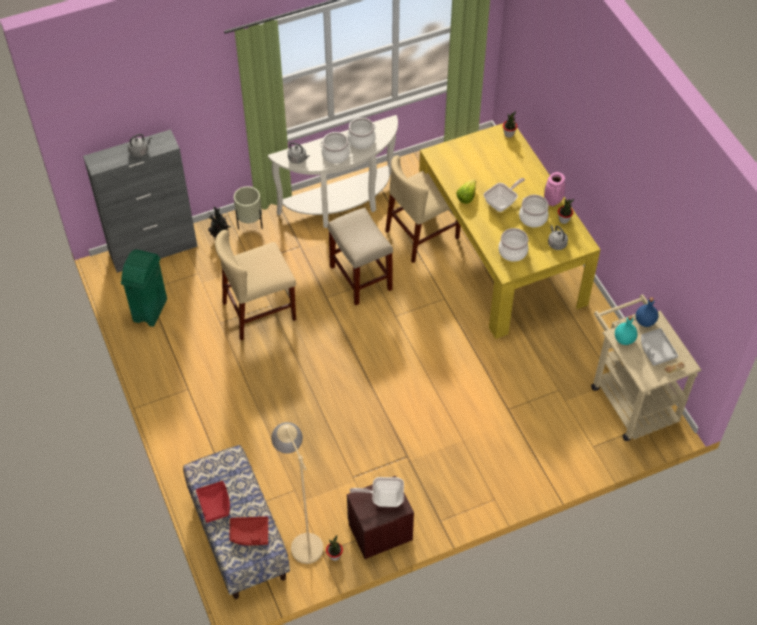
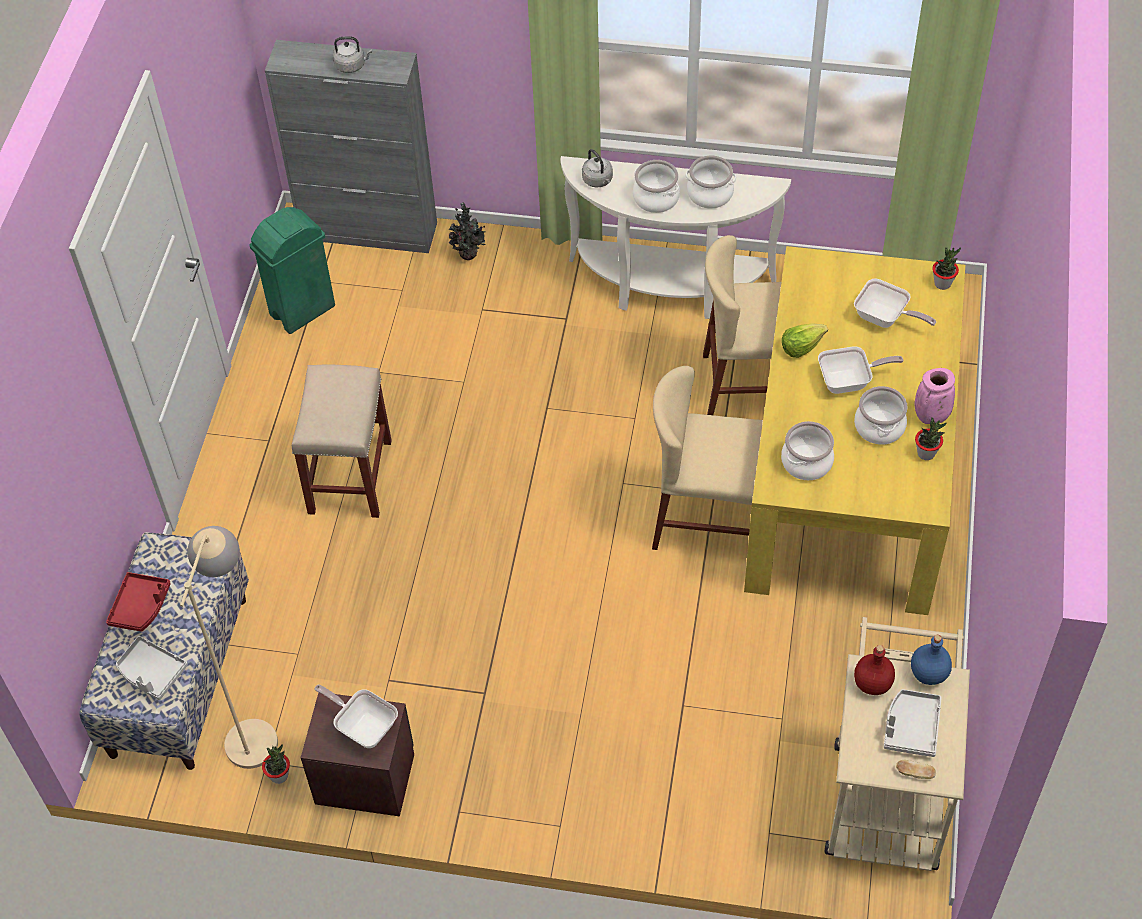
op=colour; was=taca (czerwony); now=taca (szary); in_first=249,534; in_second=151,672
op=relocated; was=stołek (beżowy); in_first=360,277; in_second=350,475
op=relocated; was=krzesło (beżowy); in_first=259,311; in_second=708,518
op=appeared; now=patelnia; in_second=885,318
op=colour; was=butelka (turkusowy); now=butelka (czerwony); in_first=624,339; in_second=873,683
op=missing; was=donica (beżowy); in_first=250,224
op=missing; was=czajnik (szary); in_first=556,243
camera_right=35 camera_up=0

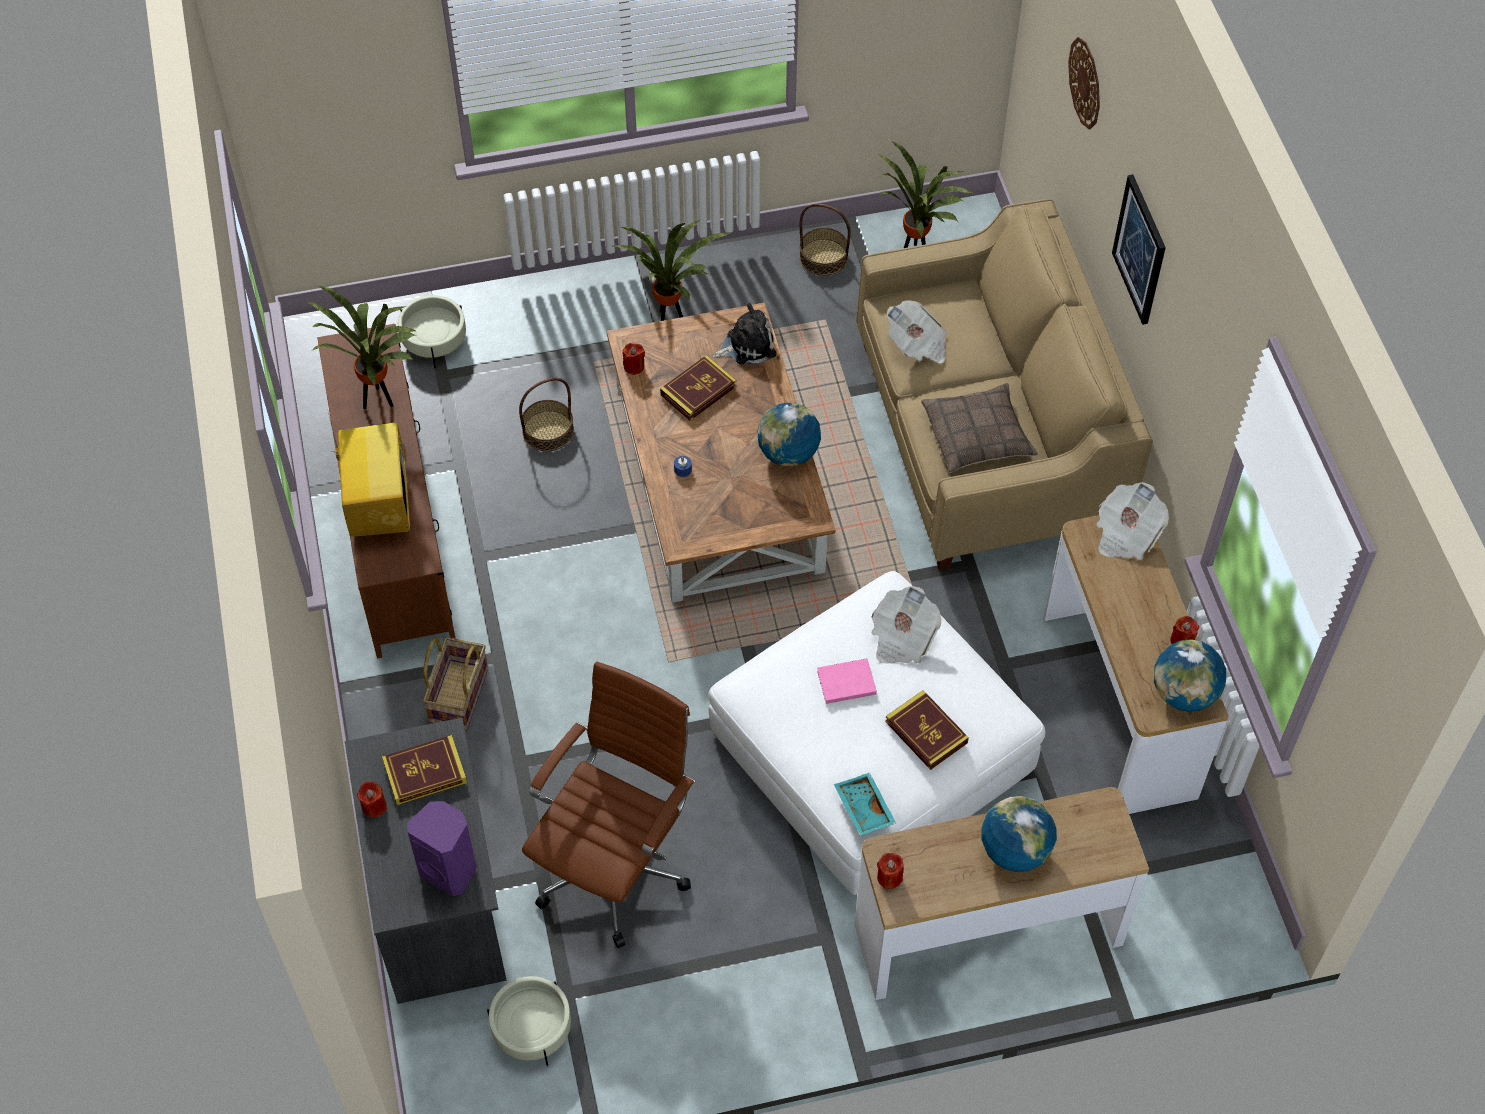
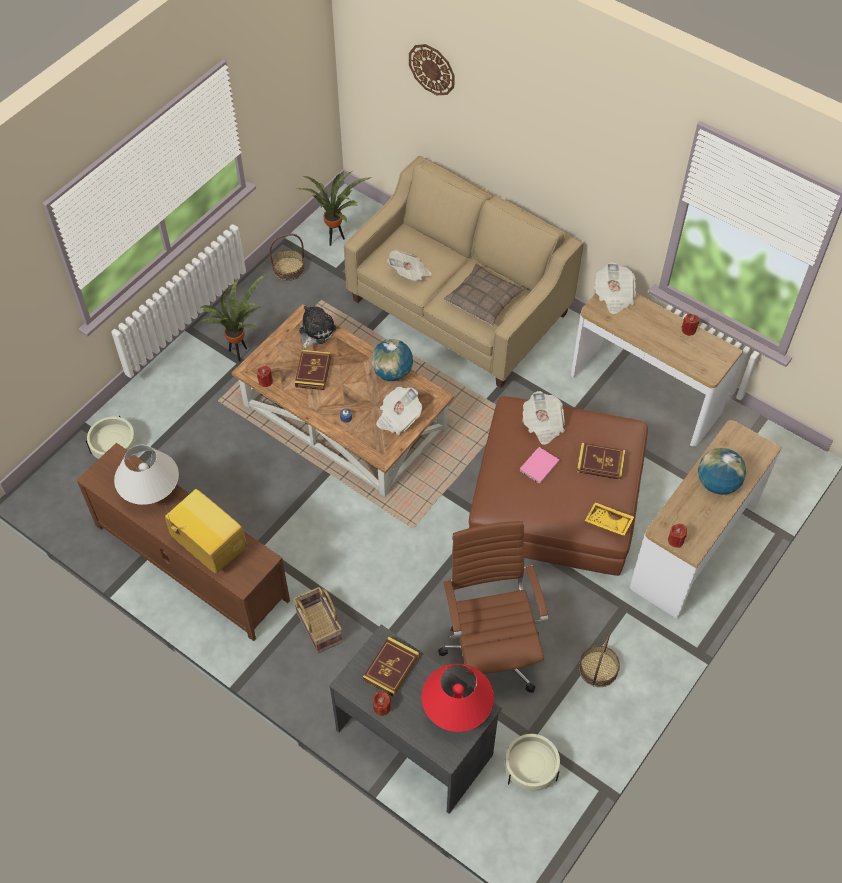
op=exchanged; was=roślina doniczkowa; now=lampa stołowa (biały); in_first=379,402; in_second=151,491
op=appeared; now=gazeta; in_second=398,417
op=exchanged; was=głośnik (fioletowy); now=lampa stołowa (czerwony); in_first=450,869; in_second=457,708
op=colour; was=pufa (biały); now=pufa (brązowy); in_first=872,750; in_second=556,499
op=relocated; was=koszyk; in_first=548,431; in_second=598,669
op=colour; was=taca (turkusowy); now=taca (żółty); in_first=863,809; in_second=608,522
op=missing; was=obraz; in_first=1140,249
op=missing; was=globus; in_first=1184,693
camera_right=-40 camera_up=0

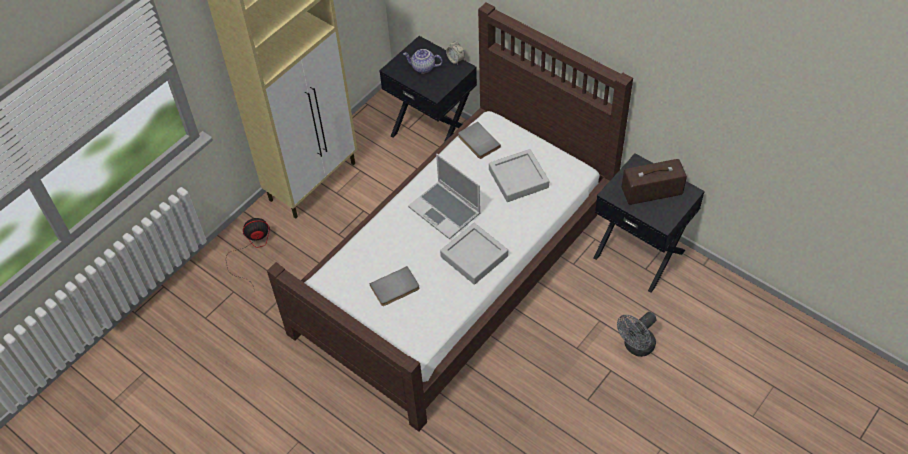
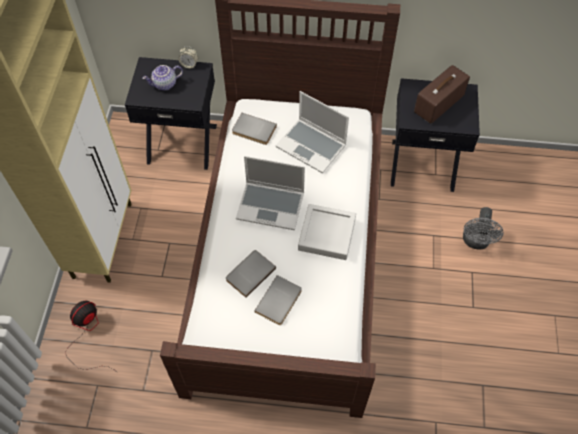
op=appeared; now=książka (szary); in_second=249,273
op=exchanged; was=taca (szary); now=laptop; in_first=518,178; in_second=312,146
camera_right=-35 camera_up=5

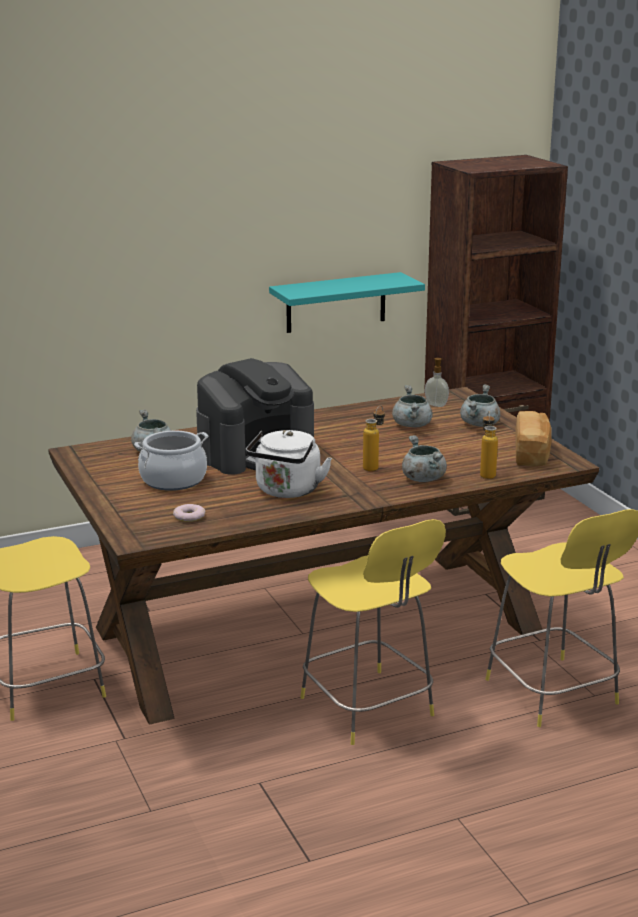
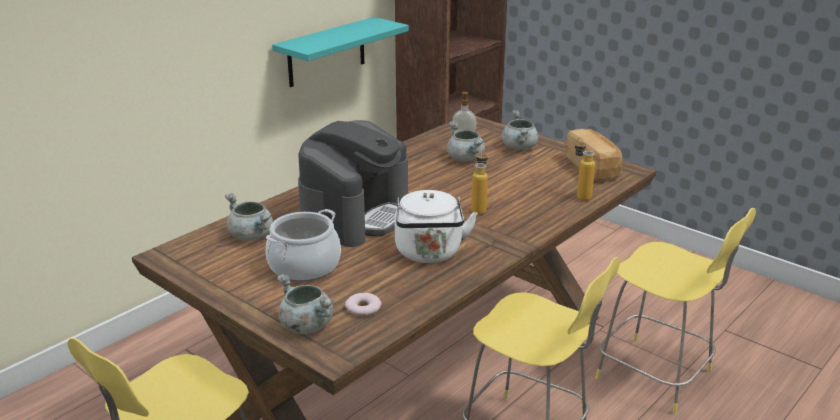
op=relocated; was=garnek (szary); in_first=422,478; in_second=305,325
camera_right=-25 camera_up=5

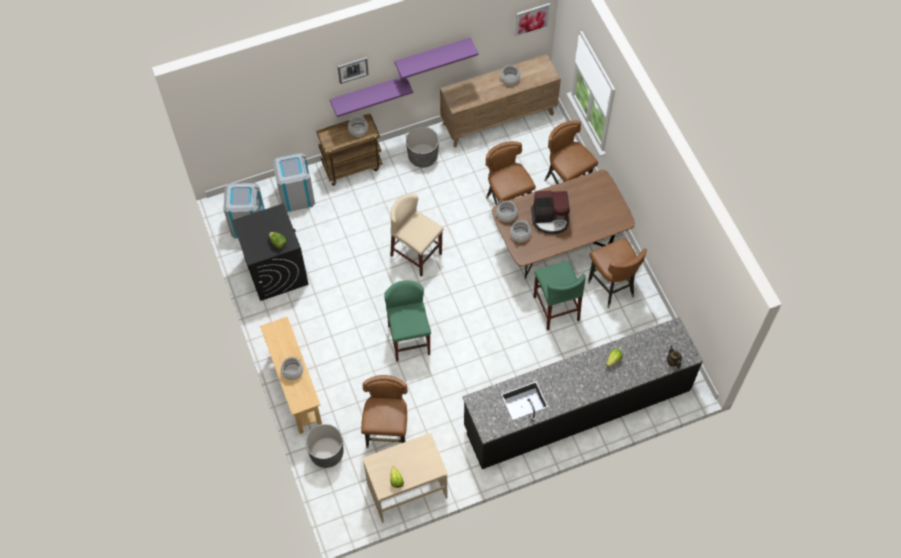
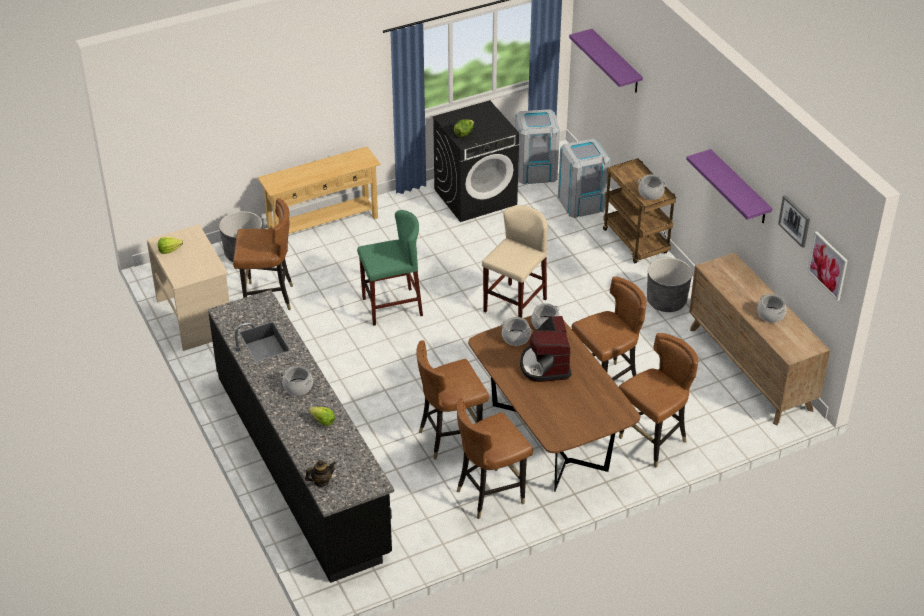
op=relocated; was=garnek; in_first=292,371; in_second=298,387
op=exchanged; was=stołek (zielony); now=krzesło (brązowy); in_first=556,308; in_second=450,437
op=relocated; was=półka (fioletowy); in_first=368,92; in_second=616,62
op=relocated; was=obraz; in_first=352,69; in_second=795,220
camera_right=85 camera_up=-20

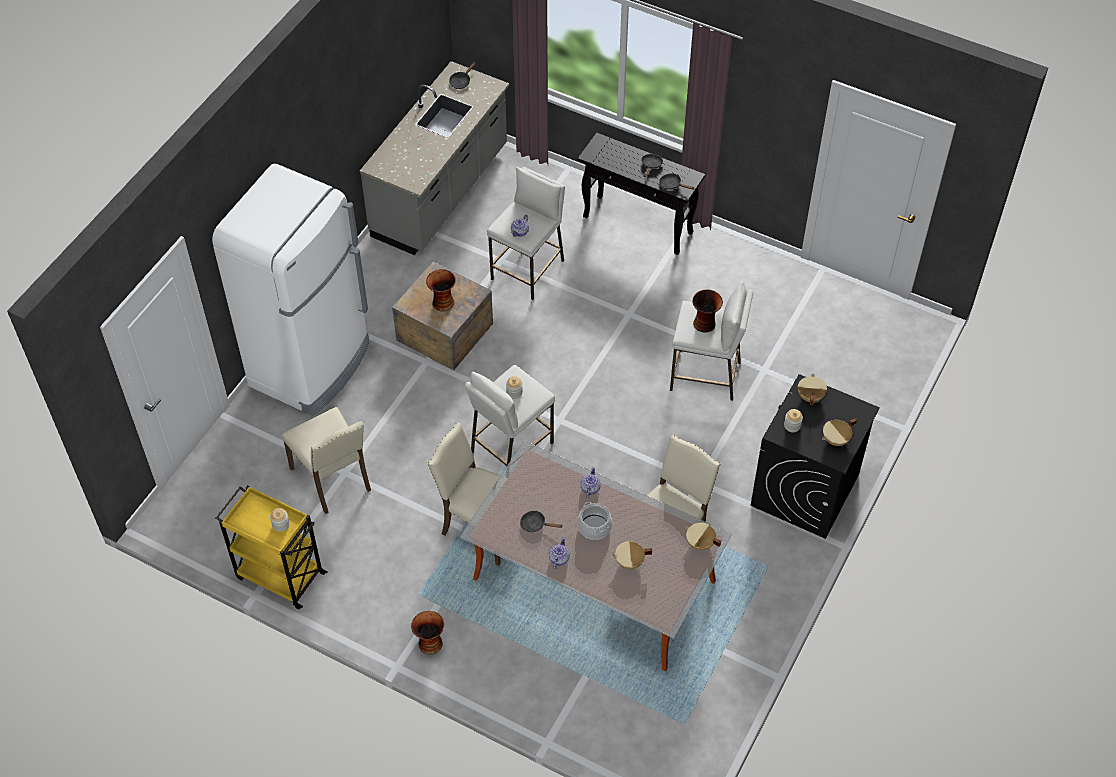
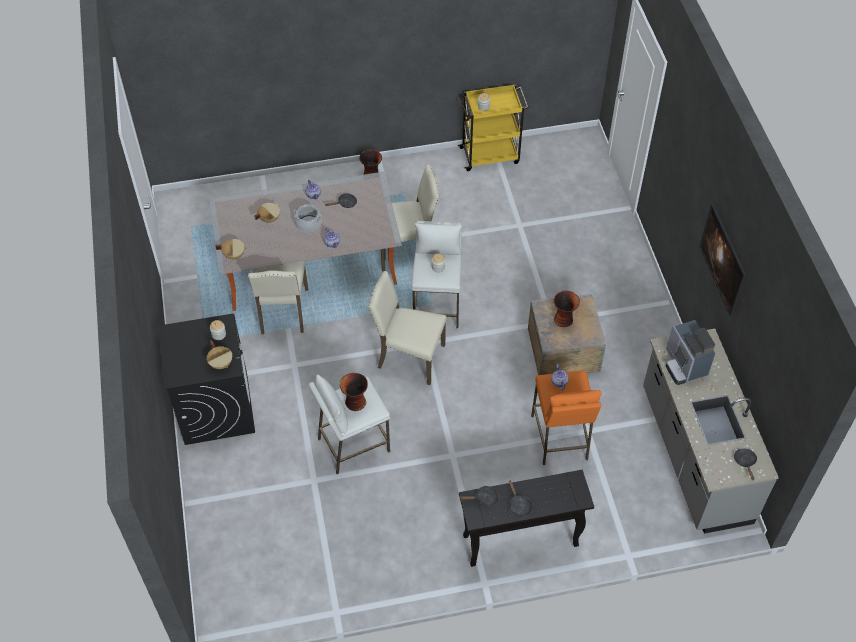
op=relocated; was=krzesło (beżowy); in_first=333,479; in_second=409,357
op=colour; was=stołek (biały); now=stołek (pomarańczowy); in_first=528,270; in_second=560,437
op=appeared; now=ekspres do kawy; in_second=684,365
op=appeared; now=obraz; in_second=719,270
op=missing; was=lodówka (biały); in_first=311,365
op=missing; was=garnek (beżowy); in_first=836,440
camera_right=140 camera_up=0

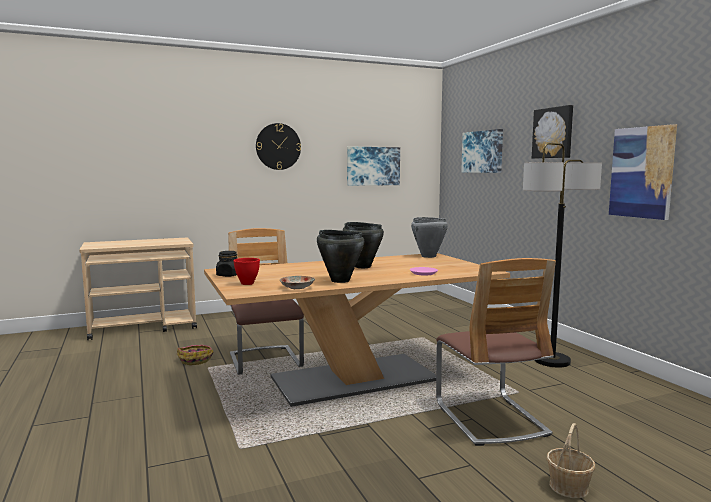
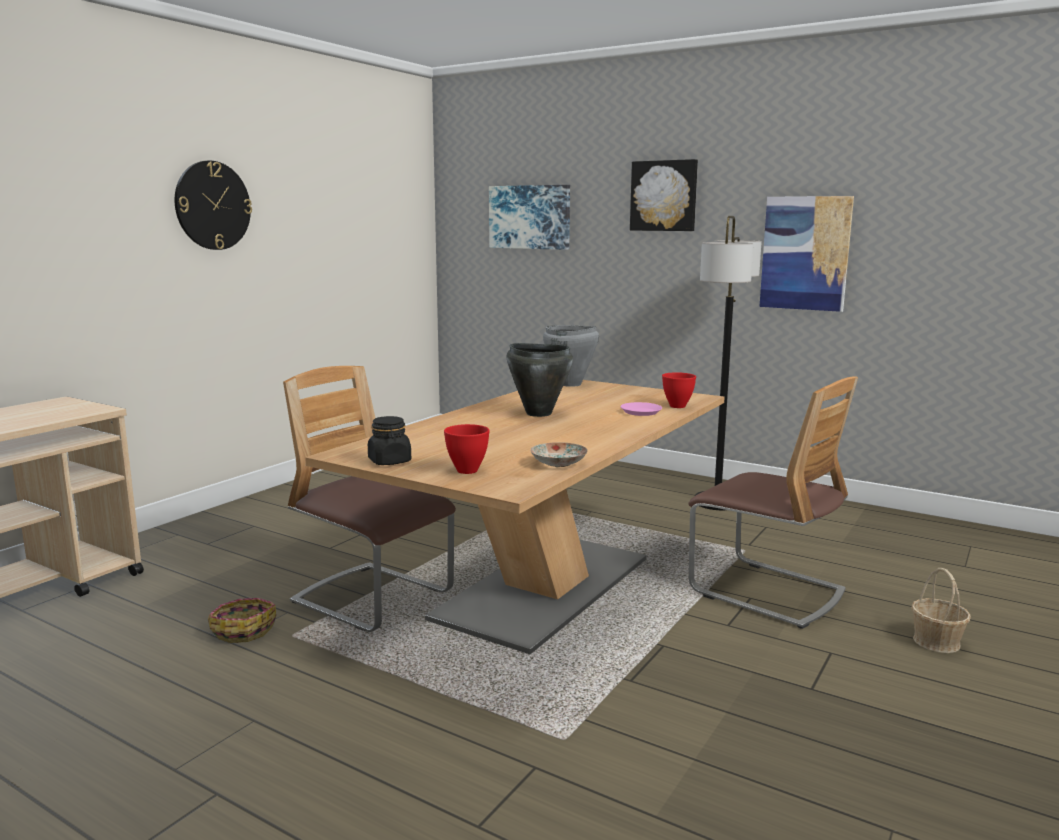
op=appeared; now=miska (czerwony); in_second=678,406
op=missing; was=garnek (czarny); in_first=340,280
op=missing; was=obraz; in_first=373,166
camera_right=-35 camera_up=5

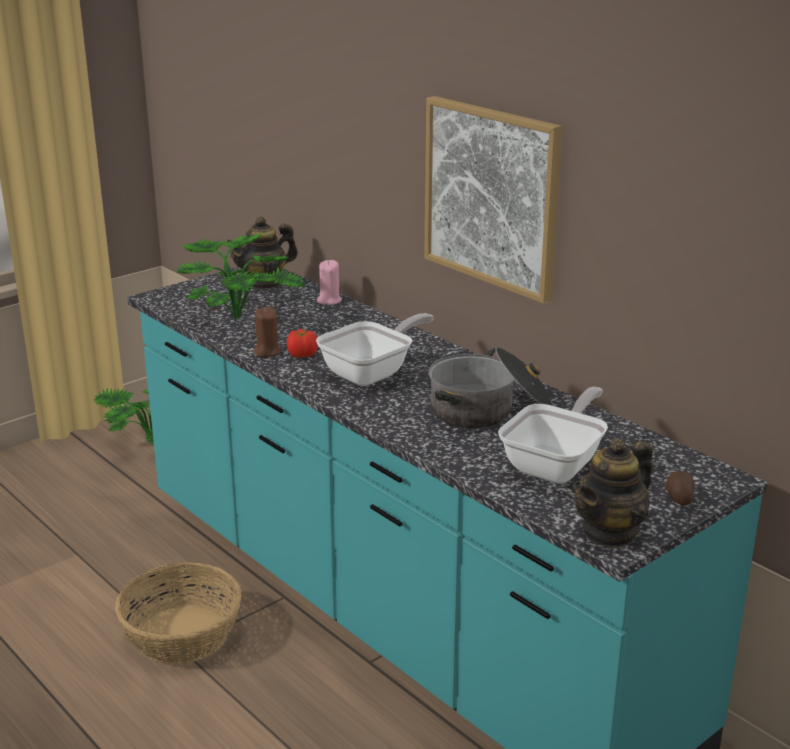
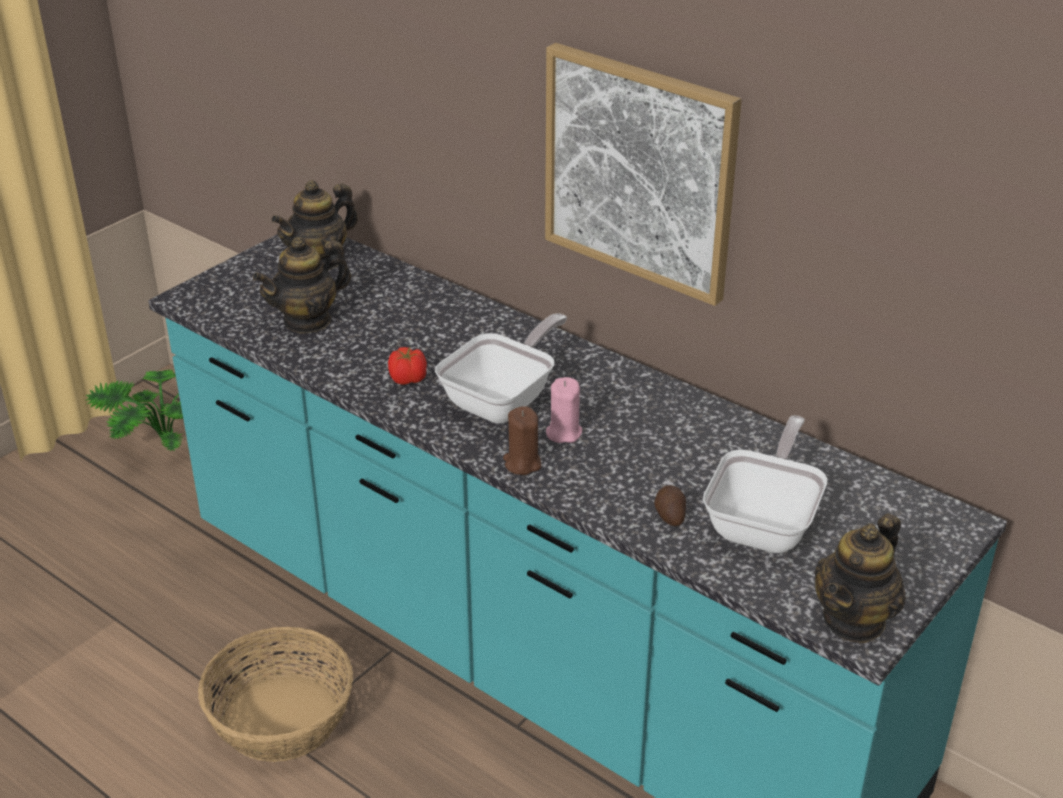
op=exchanged; was=roślina doniczkowa; now=imbryk; in_first=240,316; in_second=307,320
op=relocated; was=świeca (brązowy); in_first=267,352; in_second=522,463
op=relocated; was=świeca (różowy); in_first=329,300; in_second=563,432
op=relocated; was=ziemniak; in_first=679,498; in_second=669,515
op=missing; was=garnek; in_first=490,410
camera_right=-10 camera_up=10

